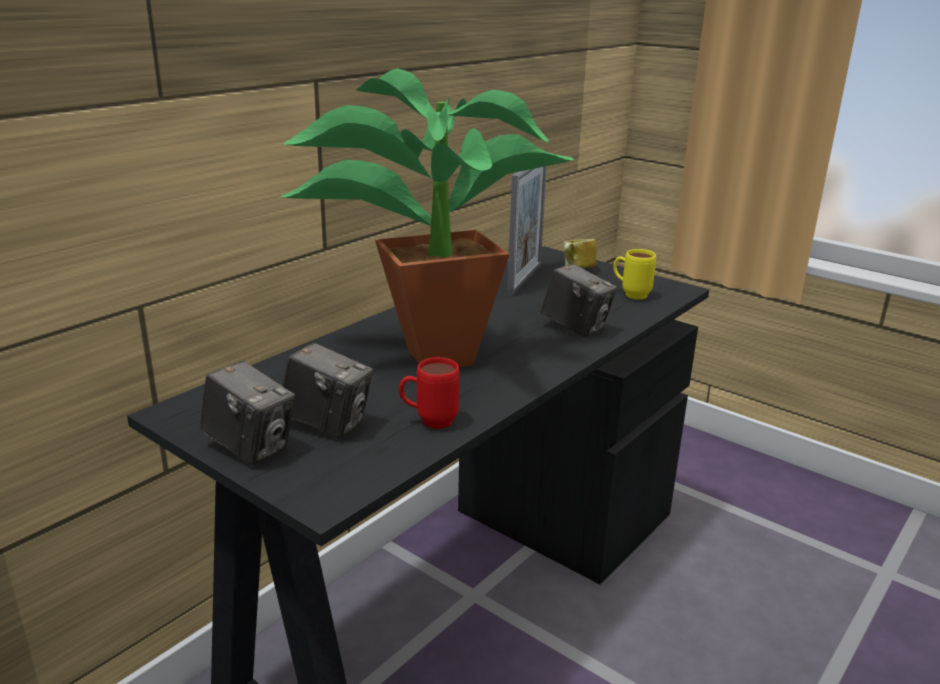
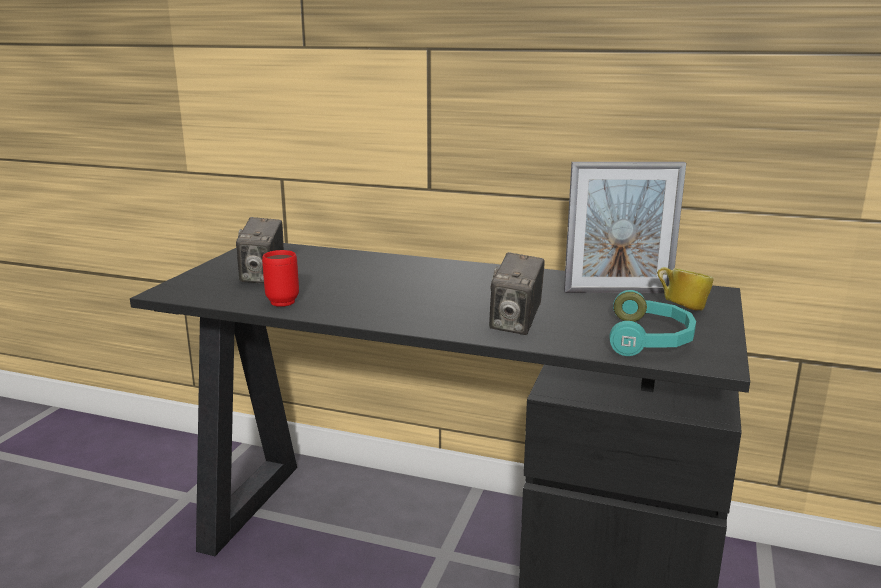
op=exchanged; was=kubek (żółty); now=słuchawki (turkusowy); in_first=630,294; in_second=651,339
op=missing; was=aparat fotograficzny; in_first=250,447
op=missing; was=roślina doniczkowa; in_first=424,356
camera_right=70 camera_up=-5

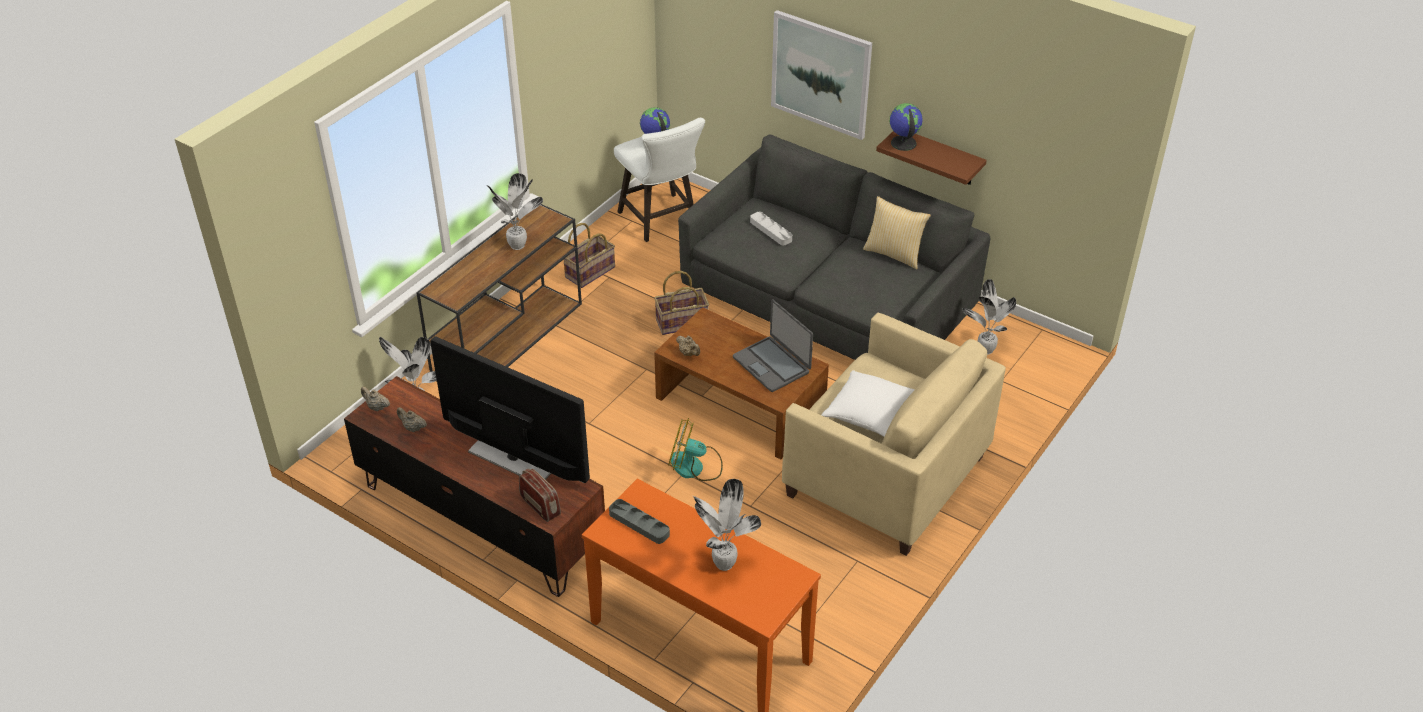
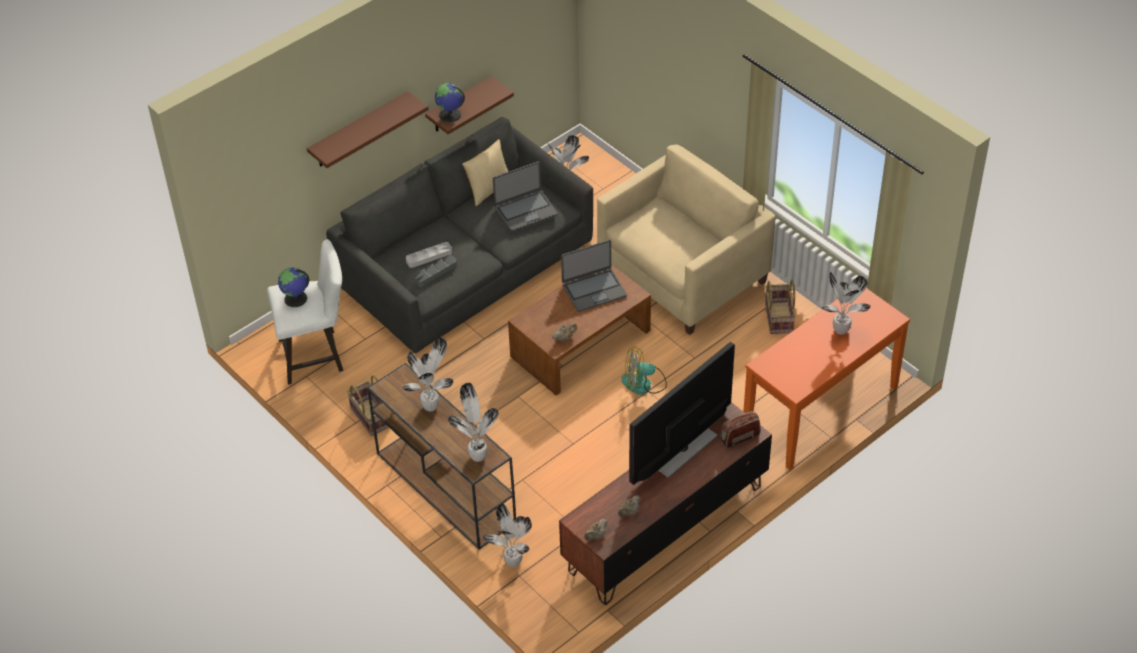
op=exchanged; was=obraz; now=półka (brązowy); in_first=821,74; in_second=359,130
op=relocated; was=taca (szary); in_first=639,524; in_second=435,272
op=appeared; now=roślina doniczkowa; in_second=477,455
op=appeared; now=laptop; in_second=525,211
op=spun; was=wentylator; in_first=695,467; in_second=643,383; clockwise=60
op=relocated; was=koszyk; in_first=682,322; in_second=778,318
op=missing; was=poduszka (biały); in_first=870,414
camera_right=-75 camera_up=5

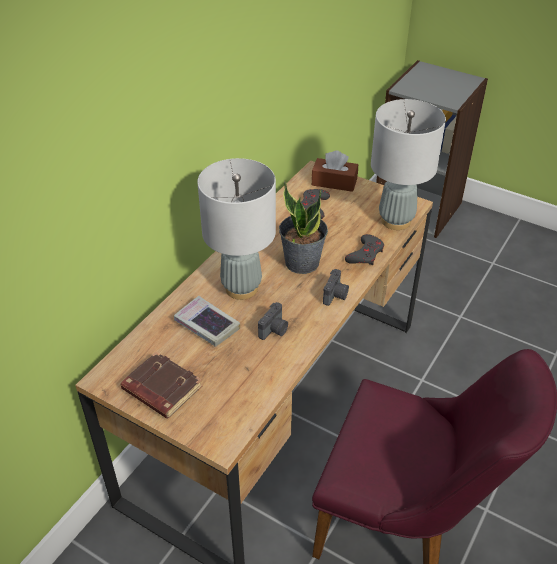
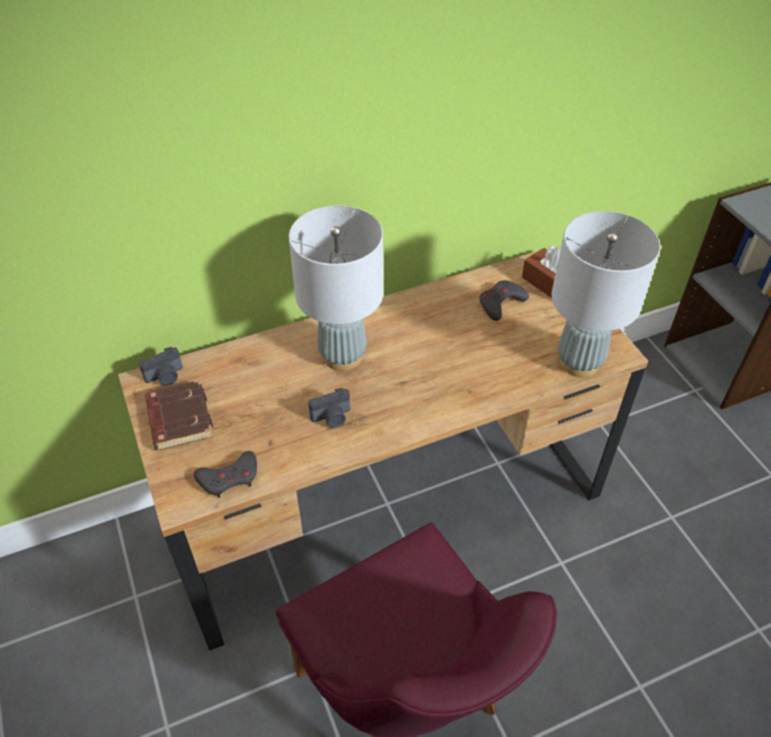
op=relocated; was=aparat fotograficzny; in_first=336,295; in_second=165,377
op=relocated; was=pad do gier (szary); in_first=365,254; in_second=229,478
op=missing; was=książka; in_first=207,325
op=missing; was=roślina doniczkowa; in_first=302,262
camera_right=35 camera_up=5

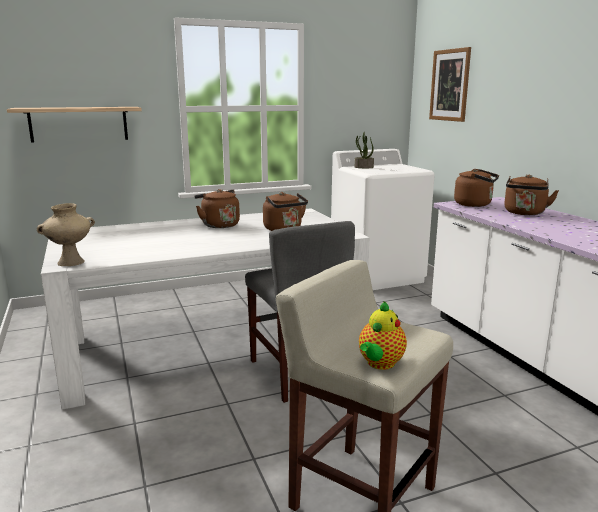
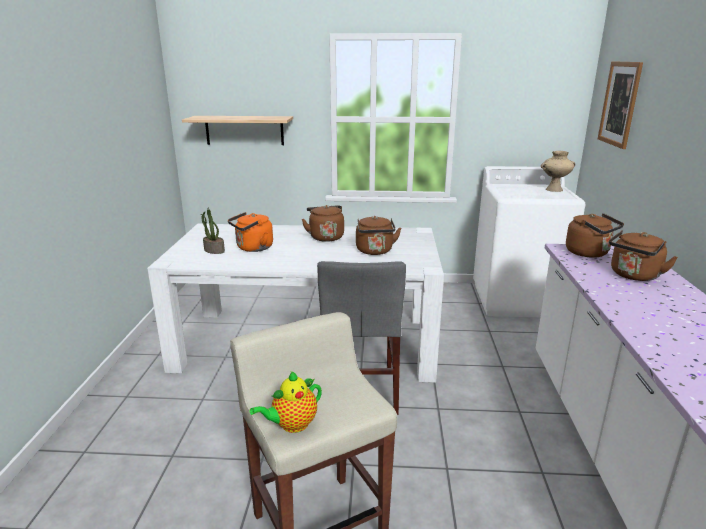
op=relocated; was=roślina doniczkowa; in_first=363,167; in_second=213,250
op=appeared; now=czajnik (pomarańczowy); in_second=253,248
op=relocated; was=wazon (beżowy); in_first=70,263; in_second=554,190
camera_right=25 camera_up=5

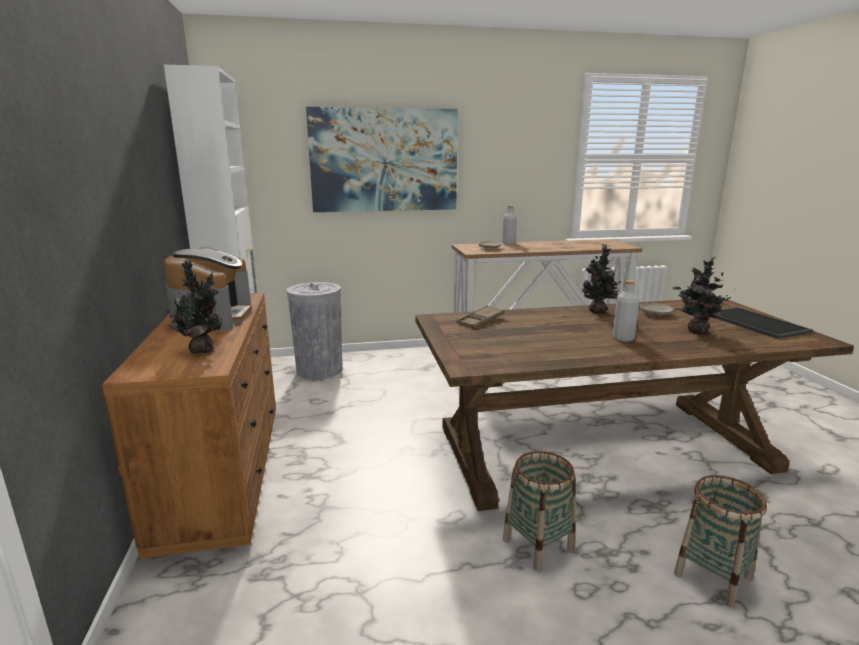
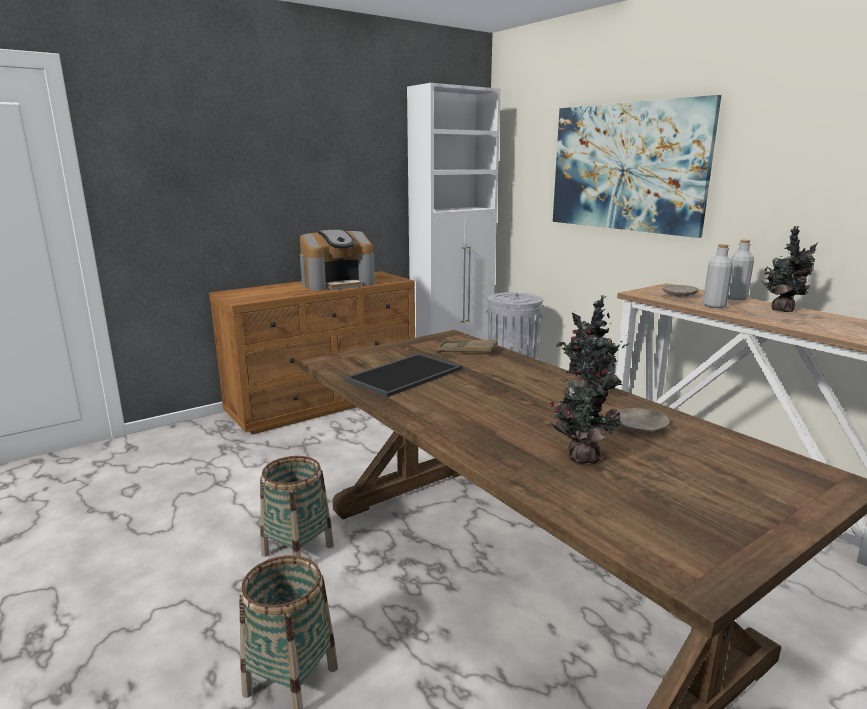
op=relocated; was=taca; in_first=753,322; in_second=404,374
op=relocated; was=butelka (szary); in_first=623,338; in_second=714,306
op=relocated; was=roślina doniczkowa; in_first=202,350; in_second=783,310
camera_right=65 camera_up=0

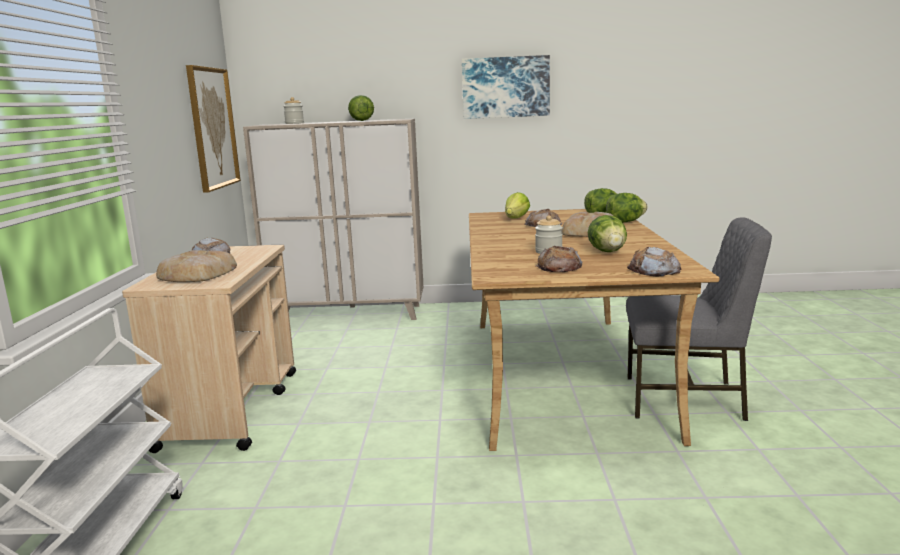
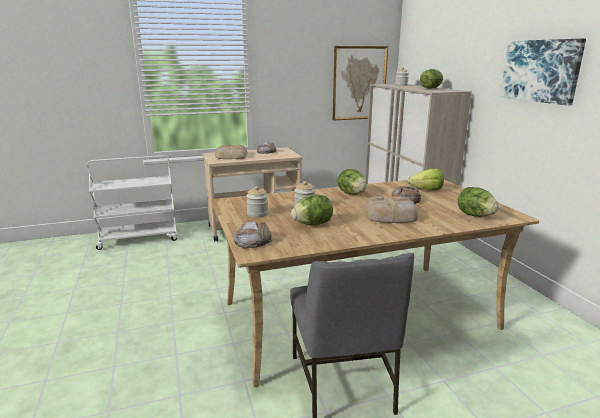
op=exchanged; was=chleb; now=słoik; in_first=559,267; in_second=257,214
op=relocated; was=sałata; in_first=625,222; in_second=352,194
camera_right=70 camera_up=5

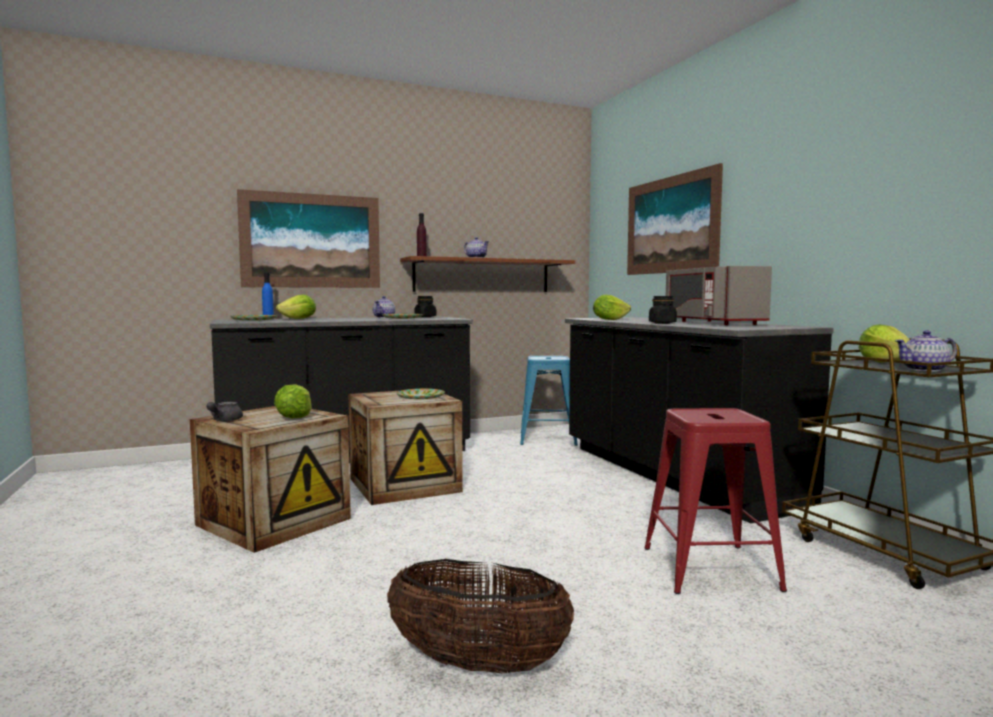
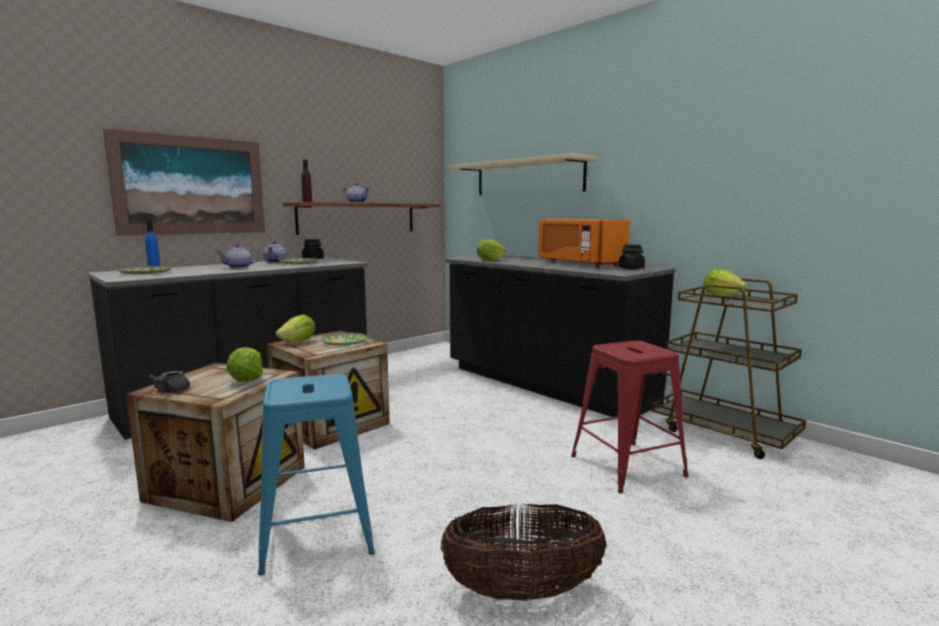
op=relocated; was=imbryk; in_first=925,370; in_second=239,267
op=relocated; was=stołek (niebieski); in_first=548,439; in_second=317,533
op=relocated; was=sałata; in_first=299,319; in_second=298,341
op=exchanged; was=obraz; now=półka (beżowy); in_first=671,225; in_second=528,178
op=colour; was=mikrofalówka (szary); now=mikrofalówka (pomarańczowy); in_first=711,323; in_second=579,263
op=relocated; was=słoik (czarny); in_first=662,323; in_second=631,268
camera_right=-20 camera_up=5

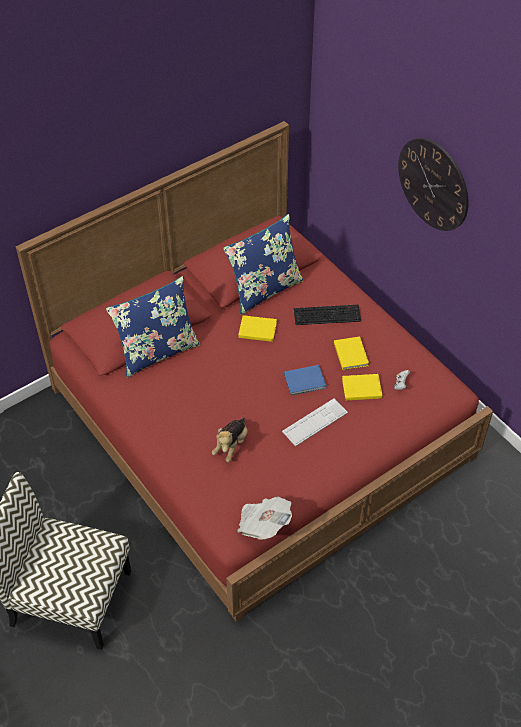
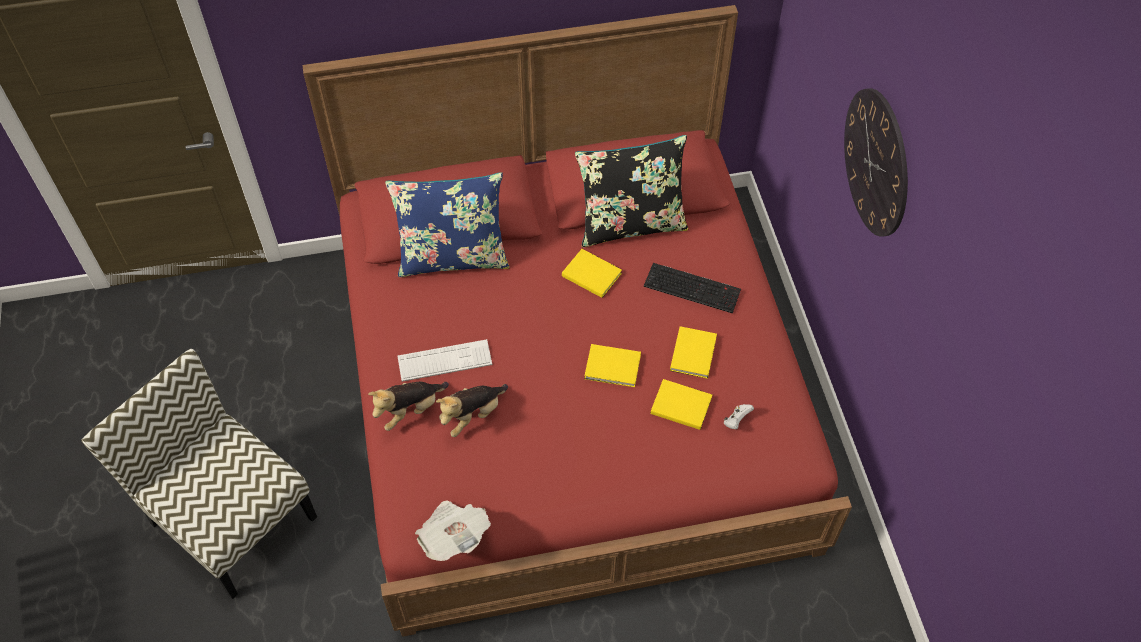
op=appeared; now=pluszak; in_second=410,410
op=relocated; was=klawiatura; in_first=315,422; in_second=445,361
op=colour; was=poduszka (niebieski); now=poduszka (czarny); in_first=264,289; in_second=631,224
op=colour; was=książka (niebieski); now=książka (żółty); in_first=306,381; in_second=614,368
camera_right=25 camera_up=5

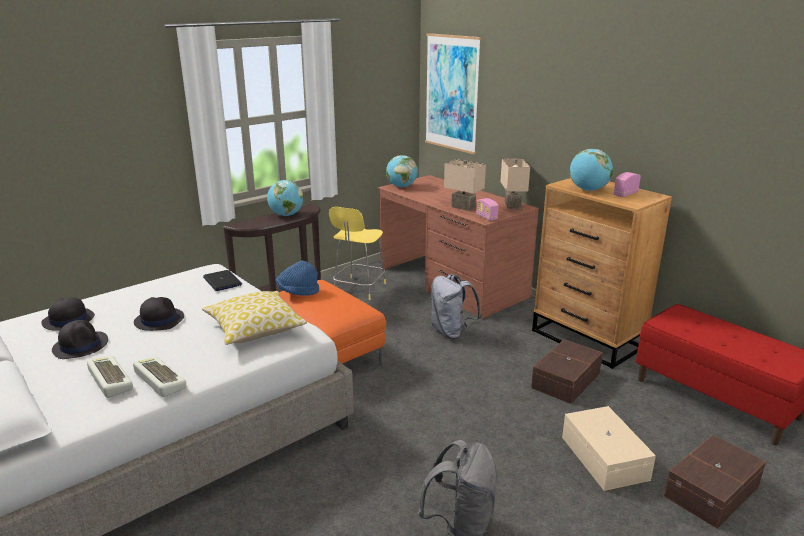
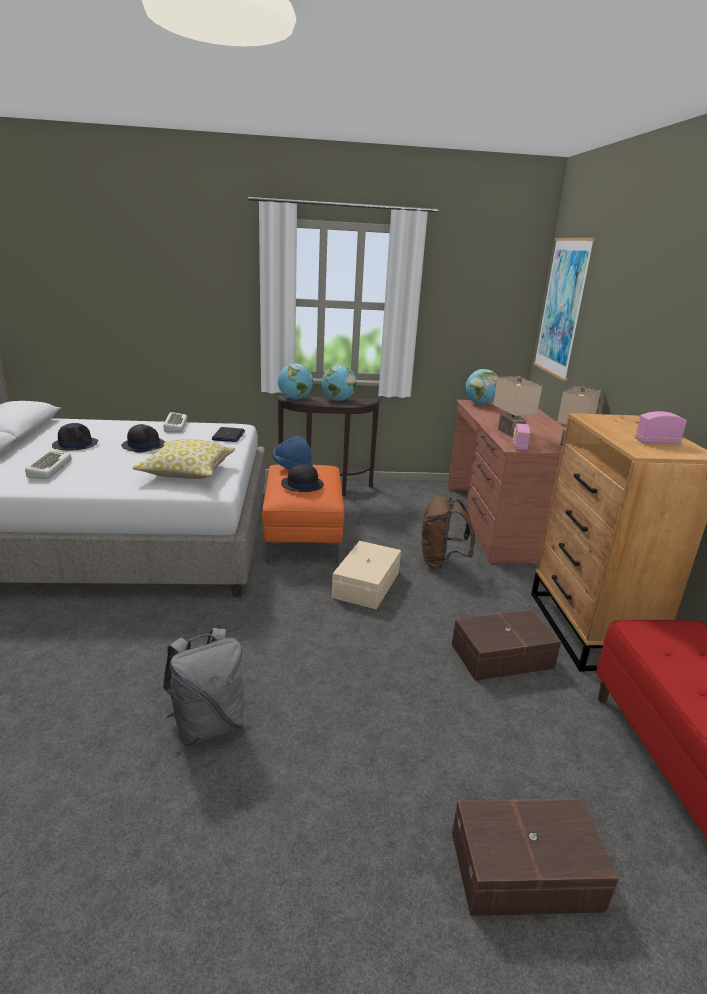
op=relocated; was=klawiatura; in_first=158,380; in_second=174,426
op=relocated; was=globus; in_first=588,190; in_second=295,399
op=relocated; was=kapelusz (czarny); in_first=68,320; in_second=302,484
op=relocated; was=pojemnik do przechowywania (beżowy); in_first=605,457; in_second=368,584
op=colour; was=plecak (szary); now=plecak (brązowy); in_first=451,332; in_second=441,562
op=missing; was=stołek (żółty); in_first=359,289
camera_right=35 camera_up=0

